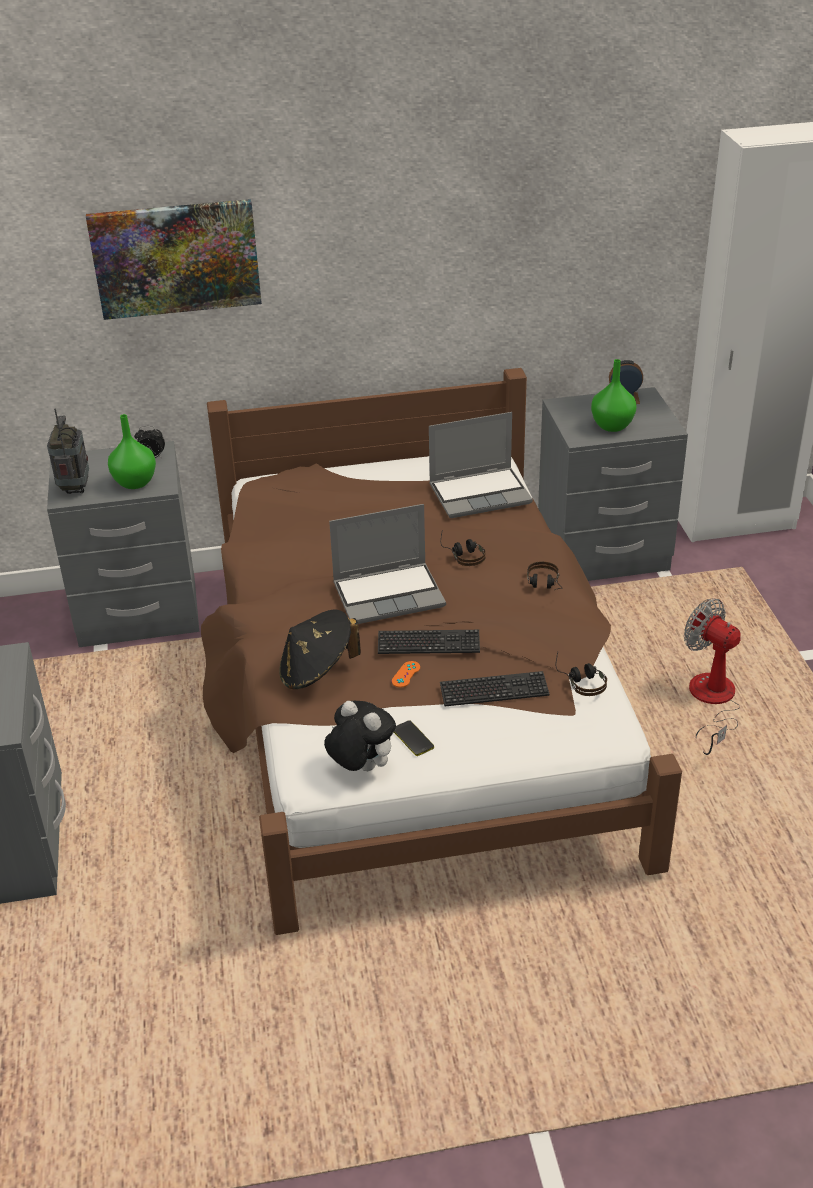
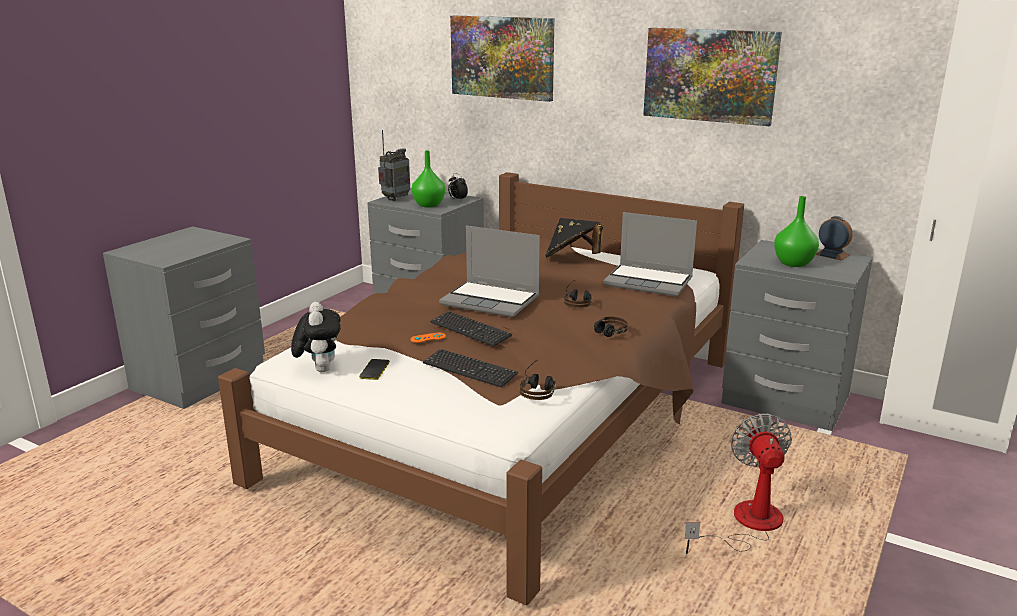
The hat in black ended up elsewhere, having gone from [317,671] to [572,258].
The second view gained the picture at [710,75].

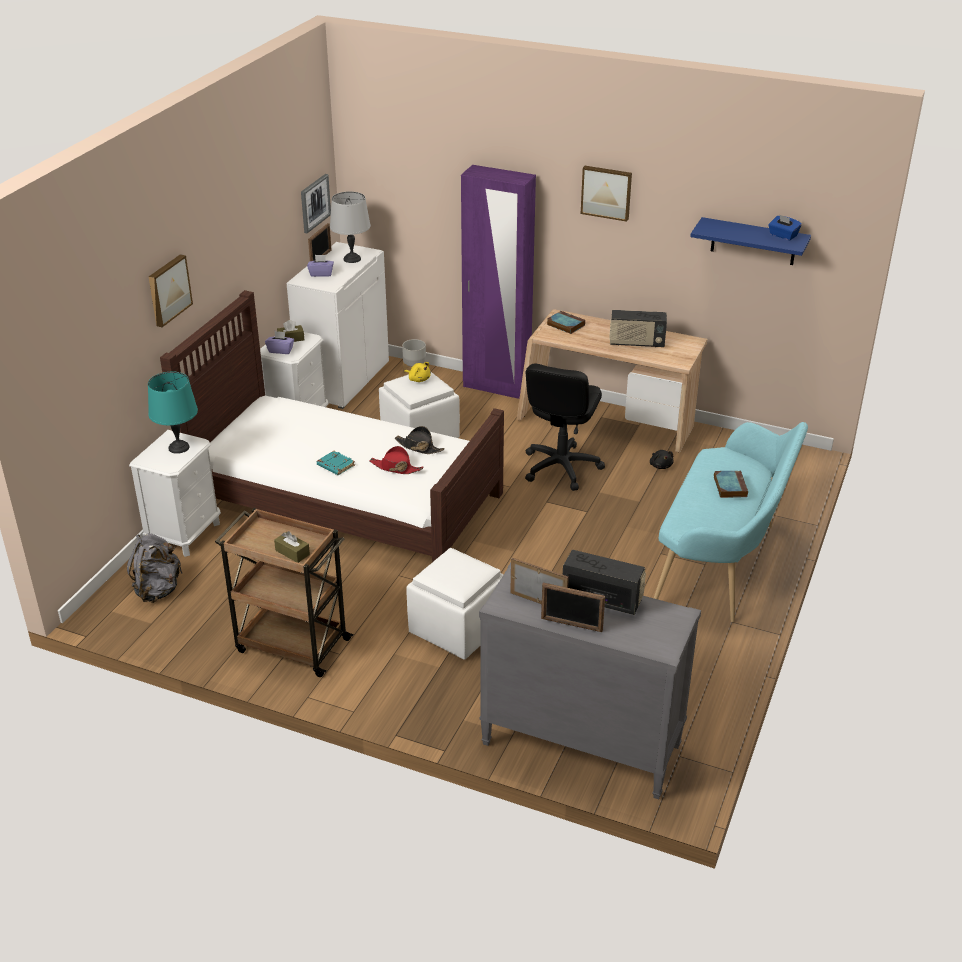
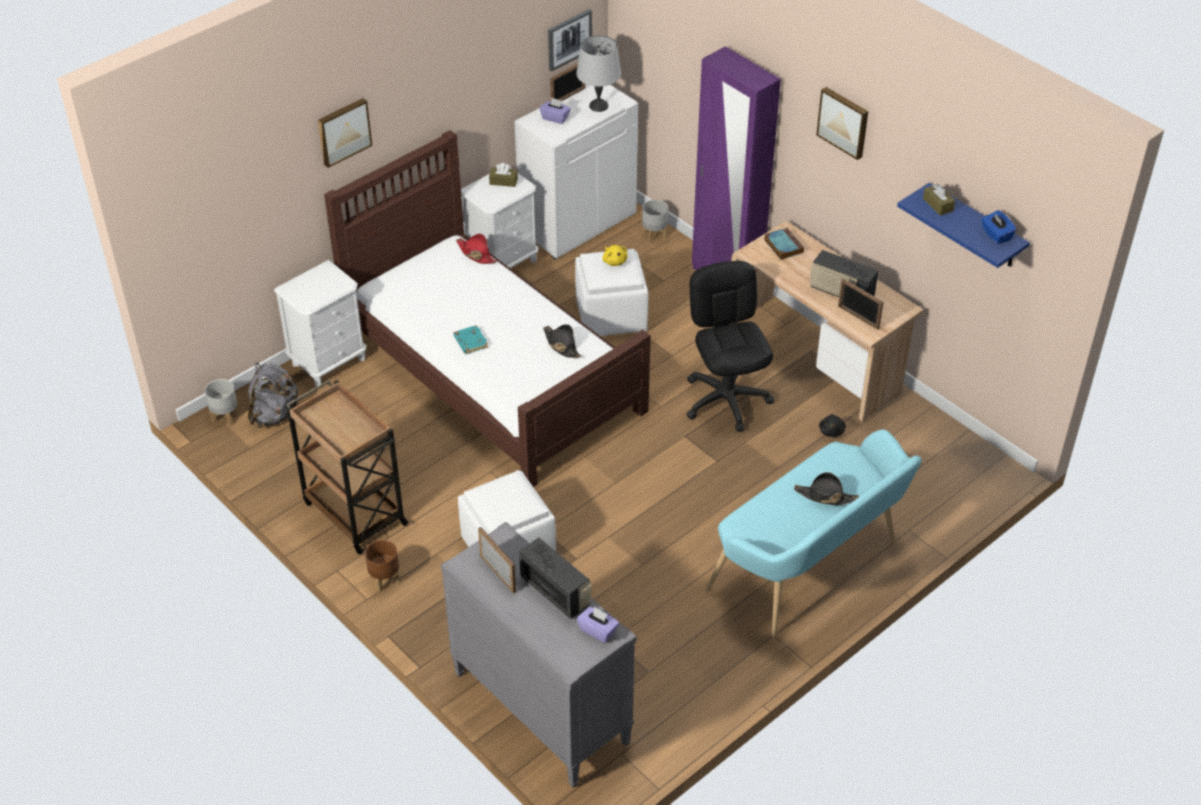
The second view gained the planter in grey at [225,417].
The second view gained the planter in brown at [385,580].
The hat in red ended up elsewhere, having gone from [396,468] to [476,254].
The tissue box in purple ended up elsewhere, having gone from [280,350] to [598,630].
The office chair in black at [561,467] ended up facing another way, 120 degrees clockwise from before.
Where the book stood at [729,486], the hat in black came to stand at [825,496].
The picture frame ended up elsewhere, having gone from [571,624] to [858,317].
The tissue box in brown ended up elsewhere, having gone from [292,552] to [938,205].
The second view lost the table lamp in turquoise at [179,447].

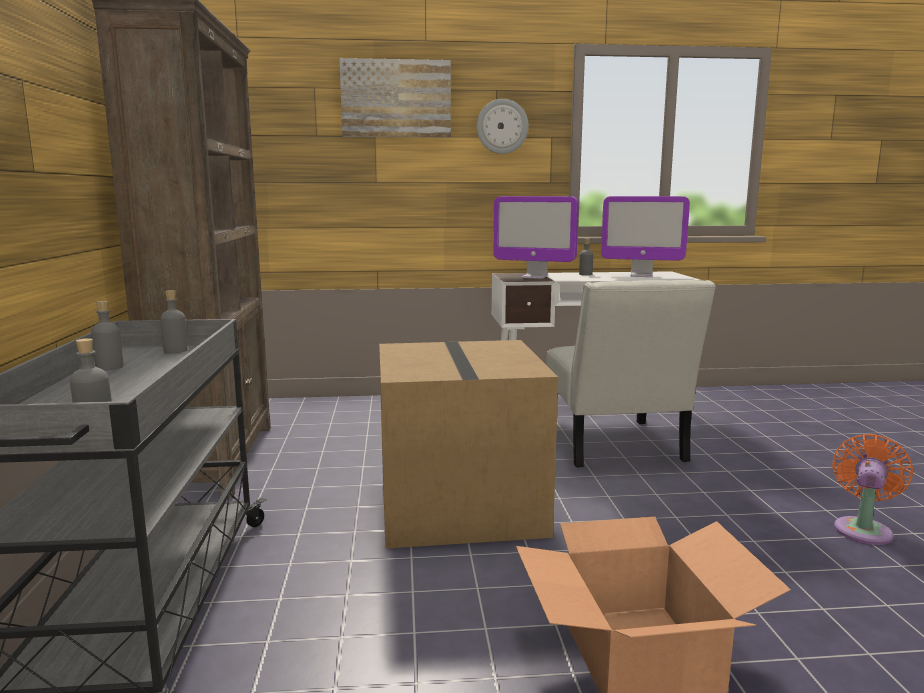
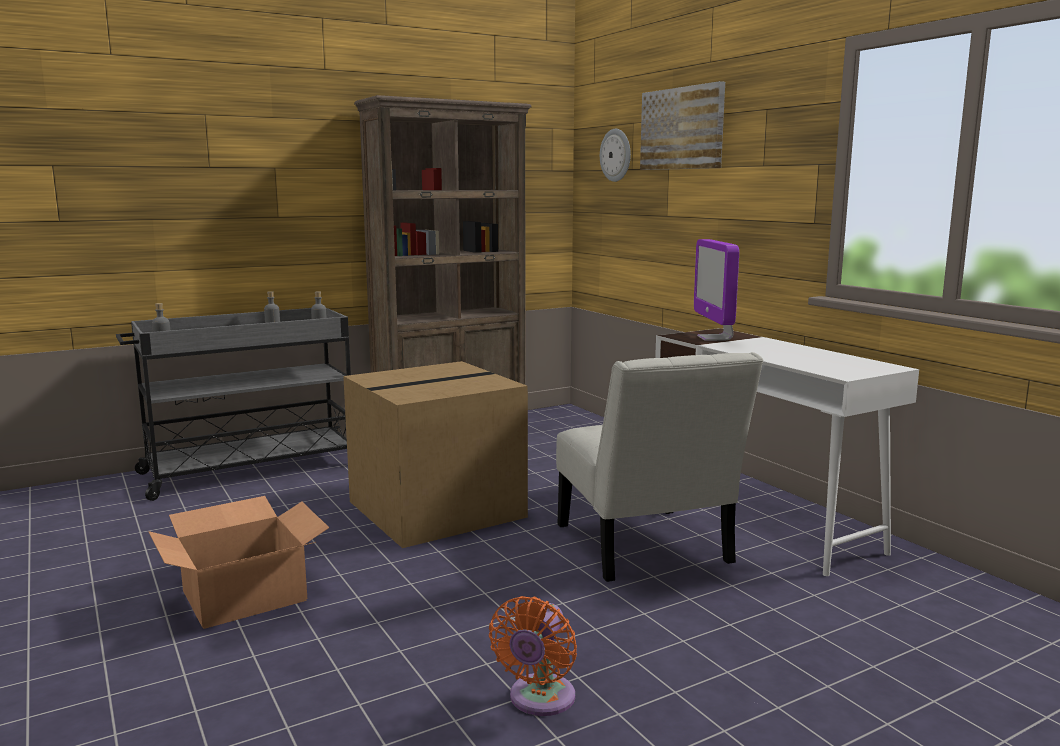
The fan in orange at [863,529] ended up facing another way, 105 degrees clockwise from before.
The chair in white at [615,447] ended up facing another way, 75 degrees counterclockwise from before.
The wall clock ended up elsewhere, having gone from [502,126] to [616,155].
The second view lost the bottle in grey at [585,274].
The second view lost the monitor at [641,275].

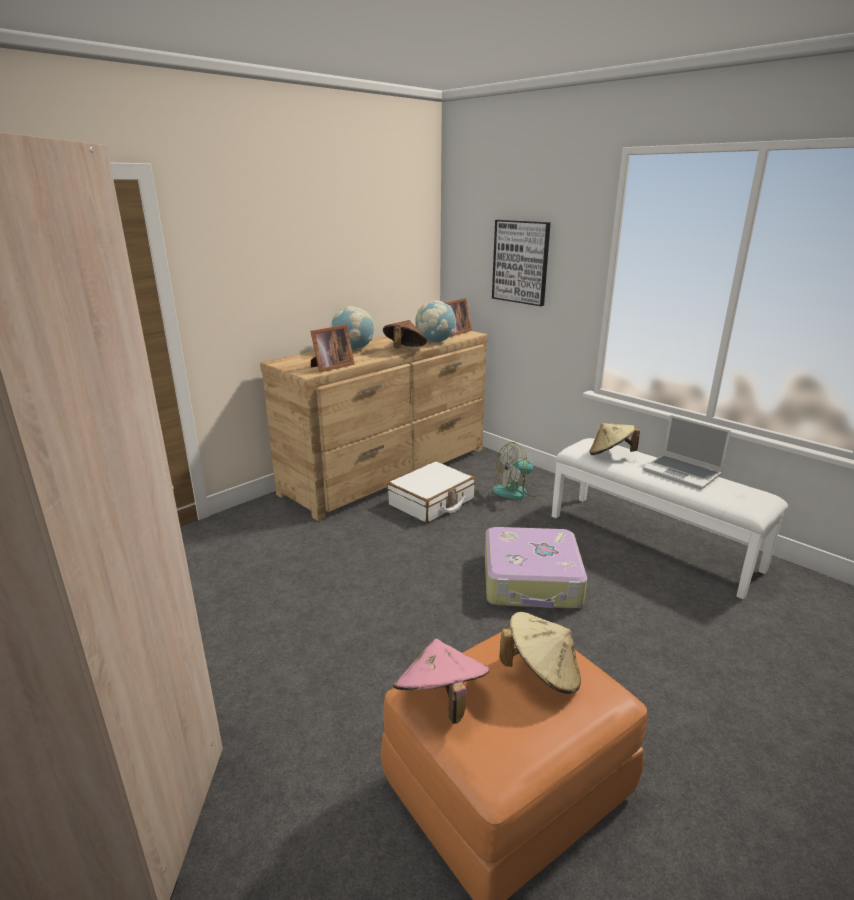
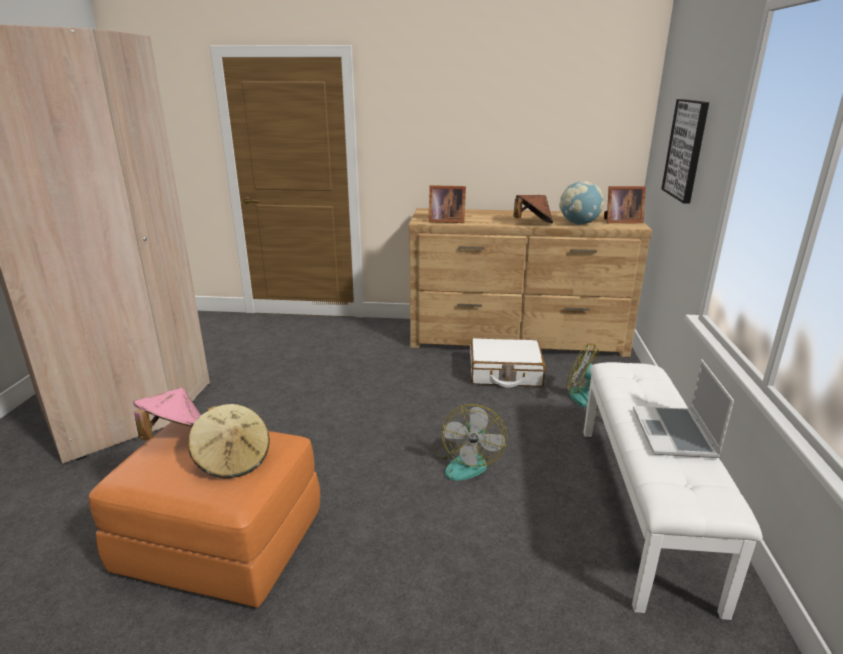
Where the suitcase stood at [532,581], the fan came to stand at [467,462].
The second view lost the globe at [353,349].
The second view lost the hat in beige at [610,454].

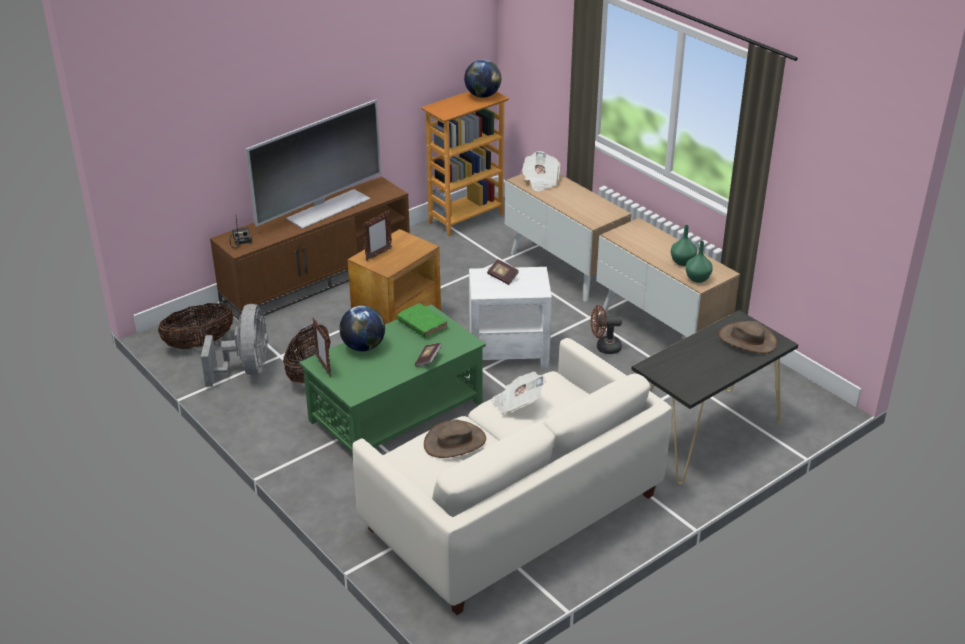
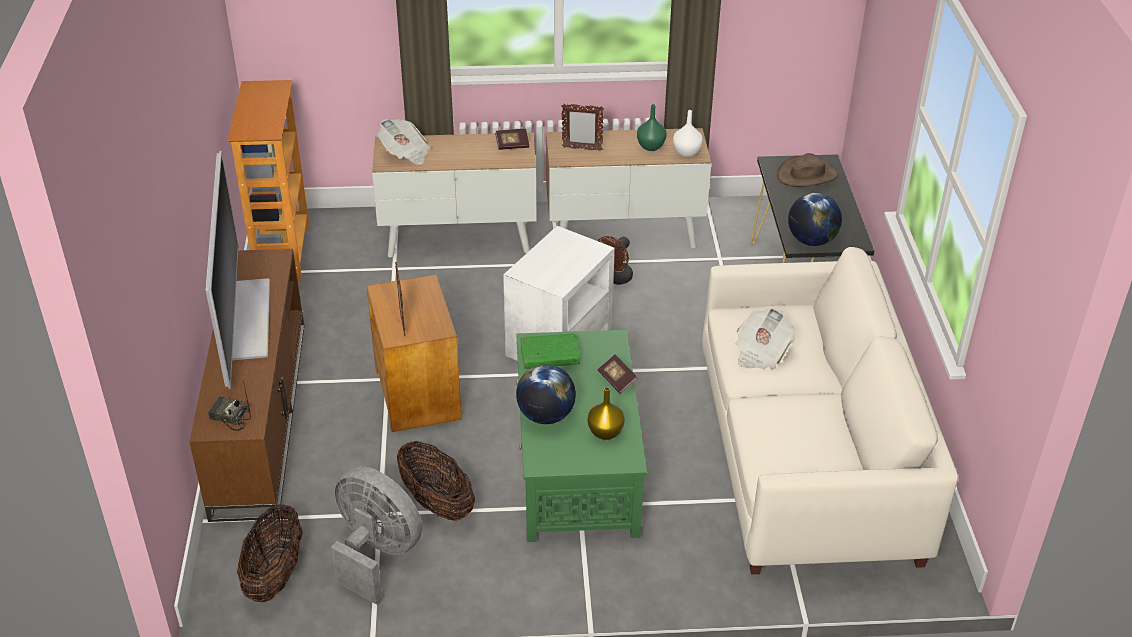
The book ended up elsewhere, having gone from [502,277] to [512,145].
The picture frame ended up elsewhere, having gone from [323,366] to [581,149].
The second view gained the vase in yellow at [604,433].
What was the vase in green at [697,279] turned into the vase in white at [687,153].
The globe ended up elsewhere, having gone from [482,96] to [811,240].
The second view lost the hat in brown at [455,442].

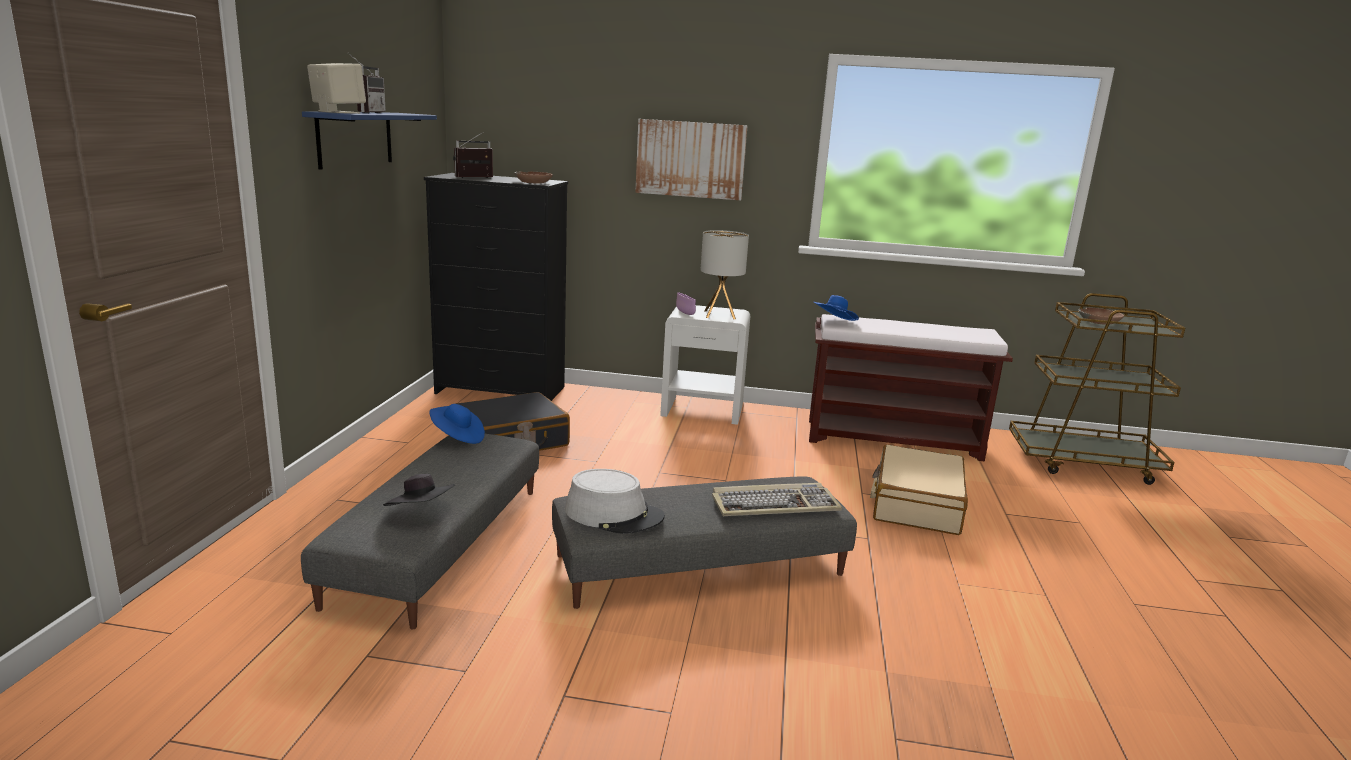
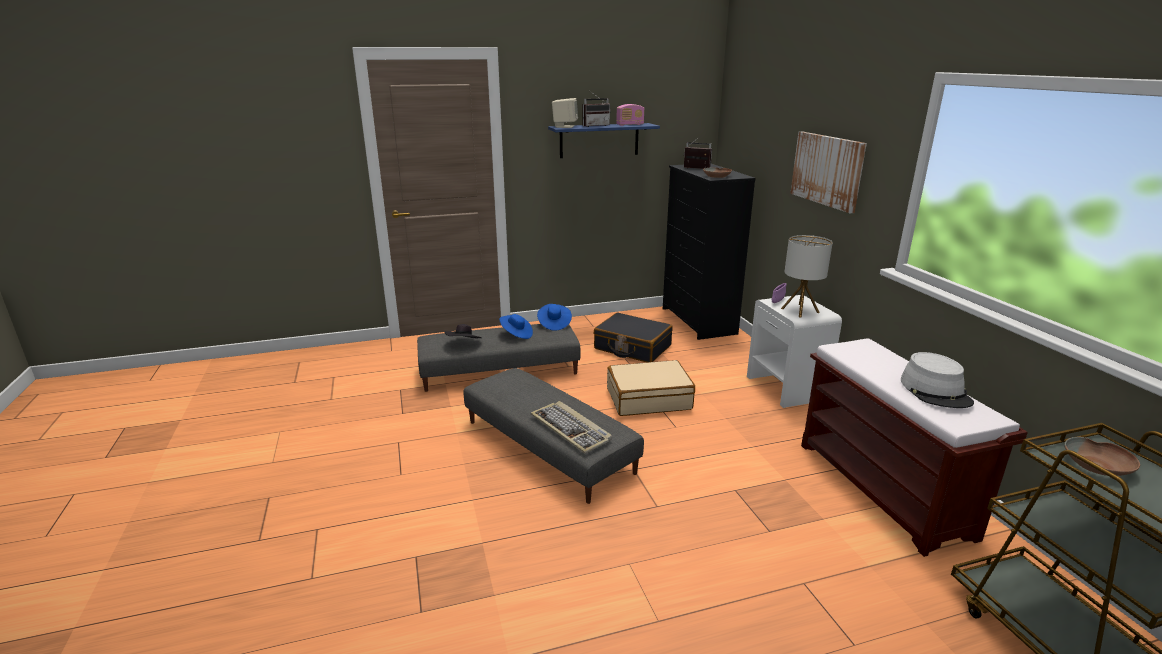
The hat in blue ended up elsewhere, having gone from [834,322] to [516,334].
The suitcase in beige ended up elsewhere, having gone from [916,504] to [648,398].
The second view gained the radio at [630,125].
The hat in grey ended up elsewhere, having gone from [614,514] to [935,391].

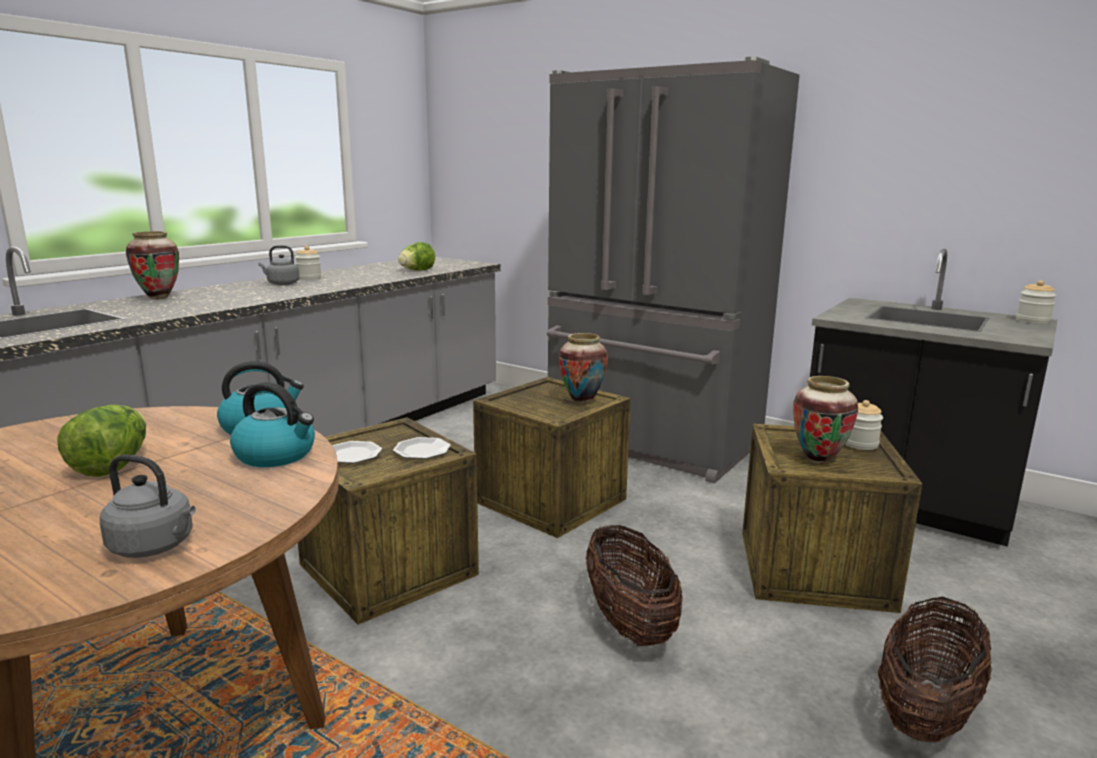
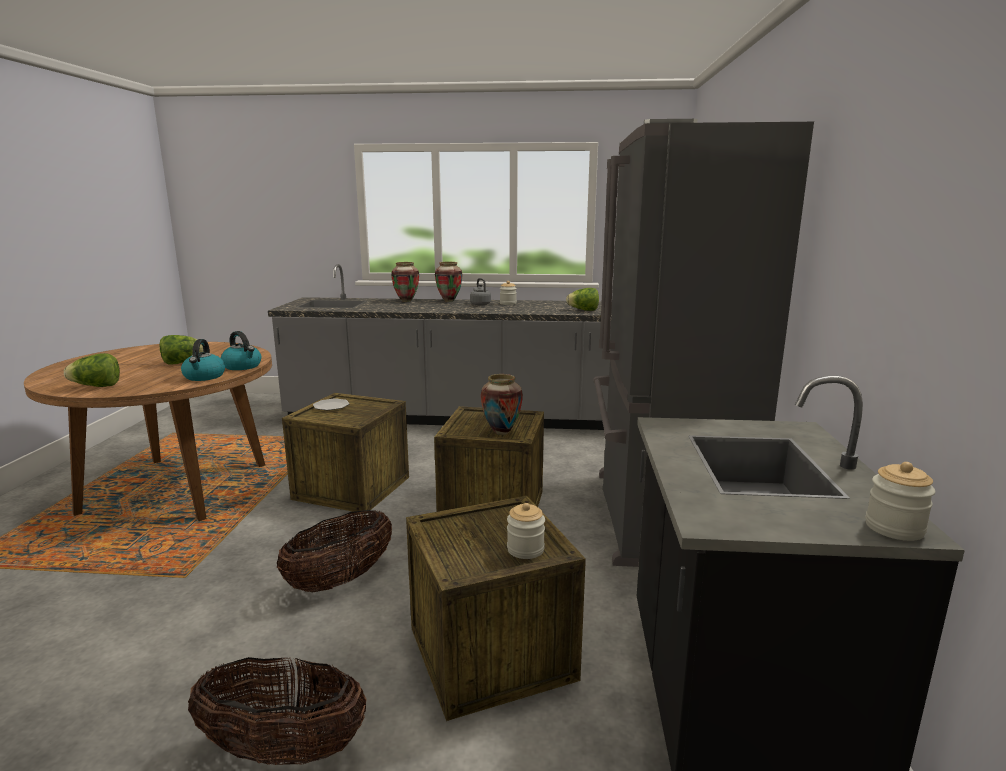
Where the kettle in grey stood at [155,546], the lettuce came to stand at [97,386].
The vase ended up elsewhere, having gone from [818,460] to [449,301].
The second view lost the plate at [422,450].

